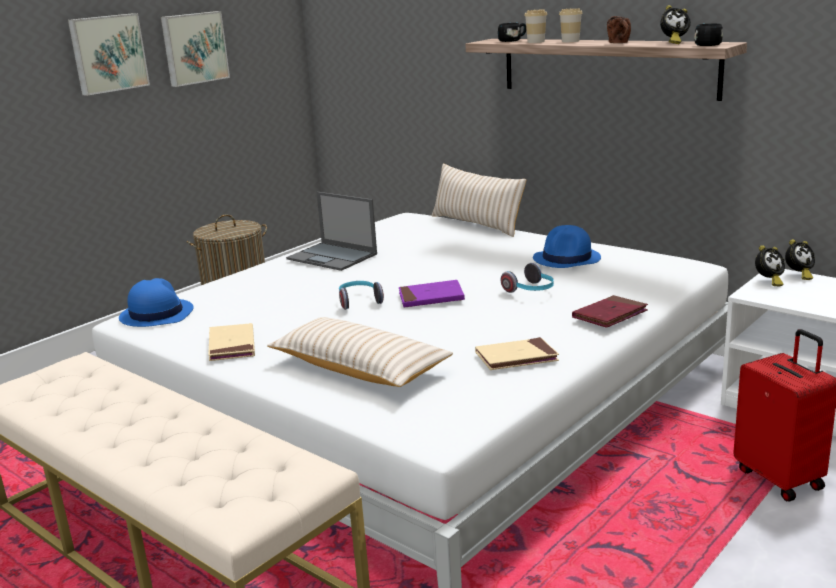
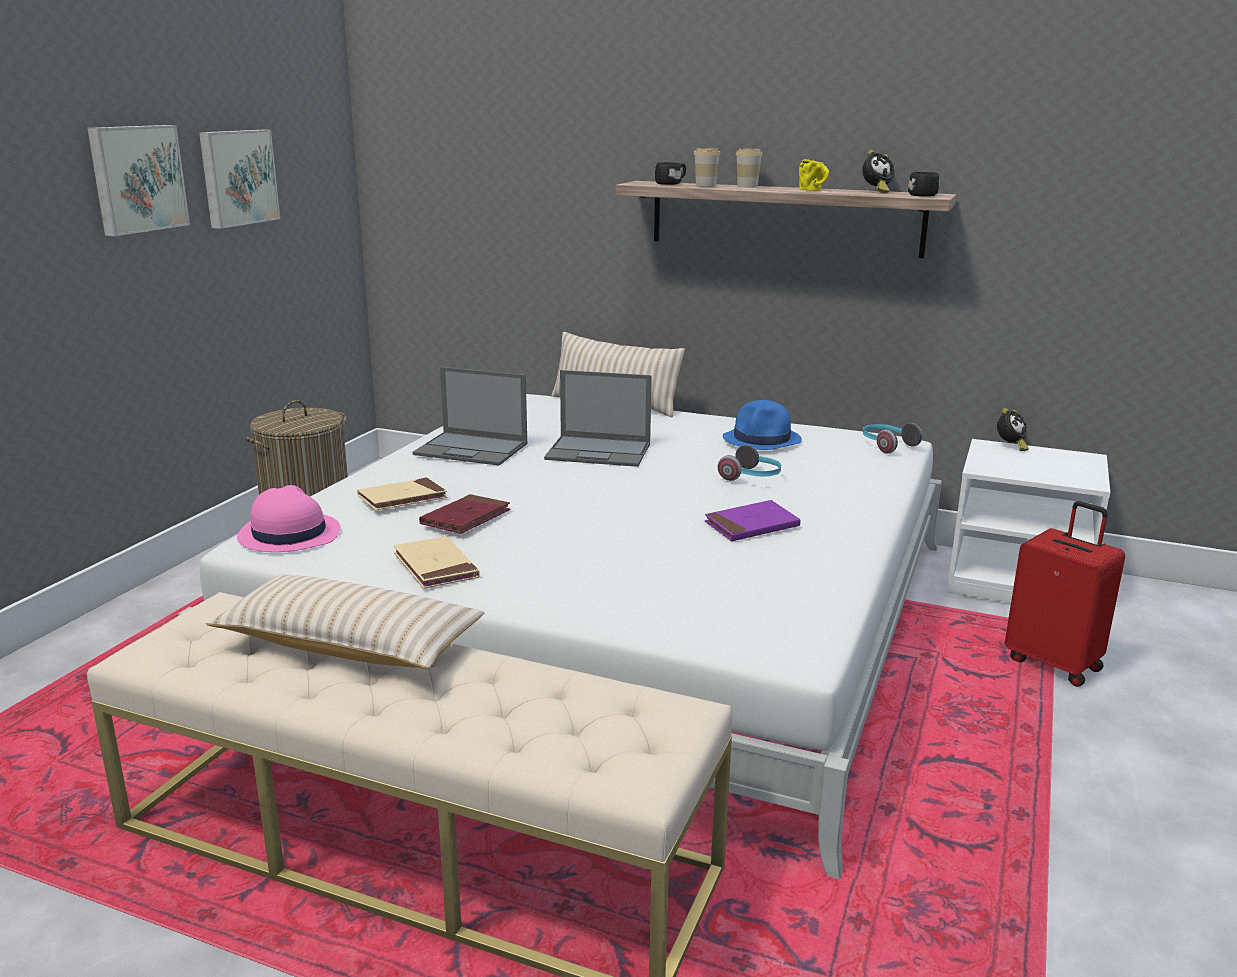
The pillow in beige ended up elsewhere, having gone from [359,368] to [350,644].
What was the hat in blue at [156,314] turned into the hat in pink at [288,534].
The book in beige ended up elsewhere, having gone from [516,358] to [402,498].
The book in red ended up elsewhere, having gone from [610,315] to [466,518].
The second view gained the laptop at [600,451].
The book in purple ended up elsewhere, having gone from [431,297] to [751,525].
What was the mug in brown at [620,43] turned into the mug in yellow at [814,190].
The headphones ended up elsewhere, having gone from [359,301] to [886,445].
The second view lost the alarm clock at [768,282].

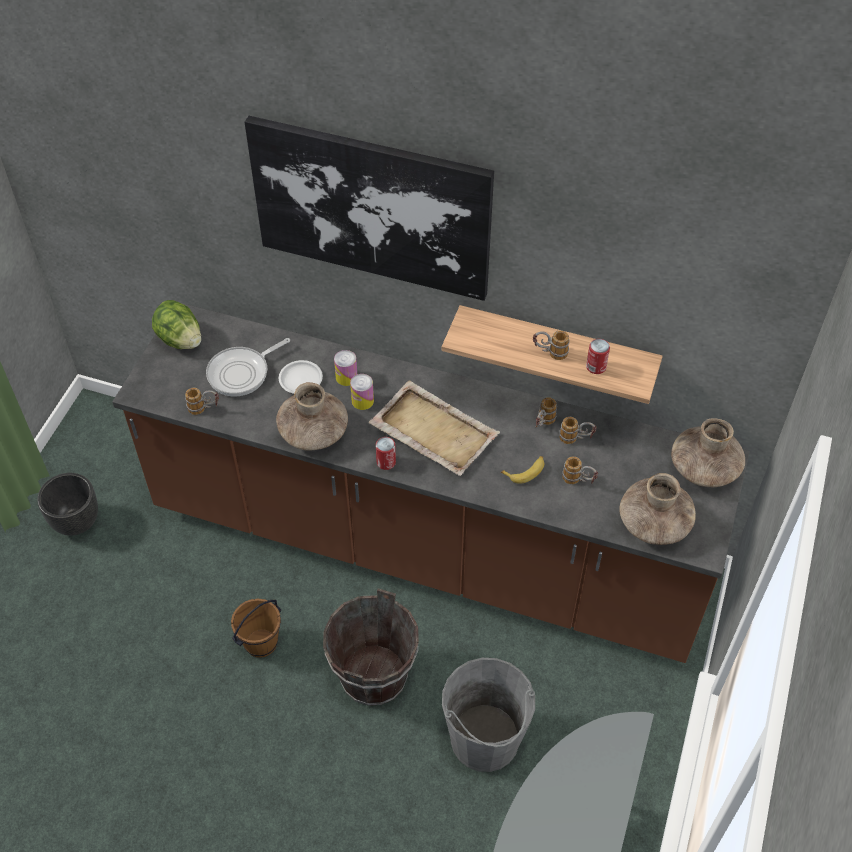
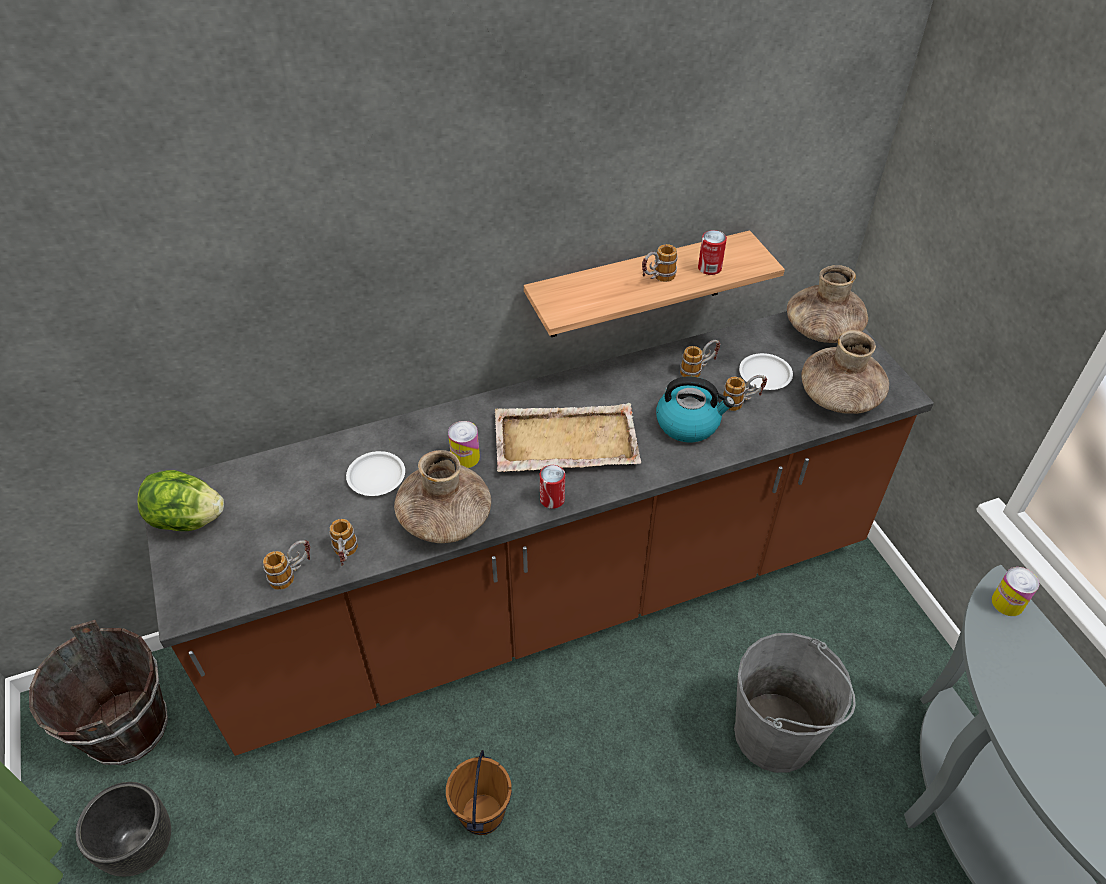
The bucket in brown ended up elsewhere, having gone from [374,676] to [128,728].
The mug ended up elsewhere, having gone from [543,423] to [346,556].
Where the banana stood at [525,471], the kettle came to stand at [688,423].
The second view gained the plate in white at [765,375].
The can ended up elsewhere, having gone from [346,377] to [1007,603].
The second view lost the frying pan at [242,373].
The second view lost the picture at [371,207].

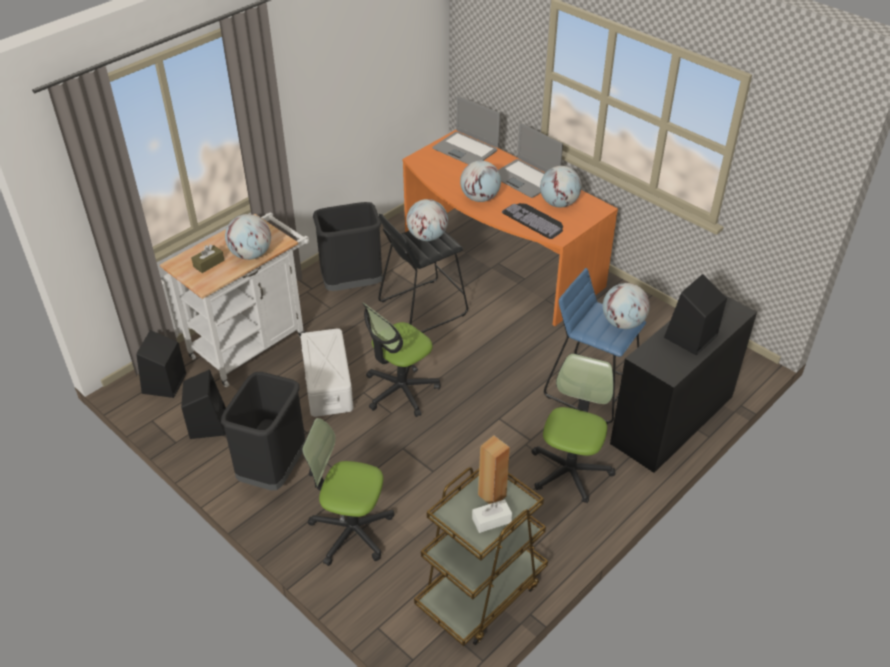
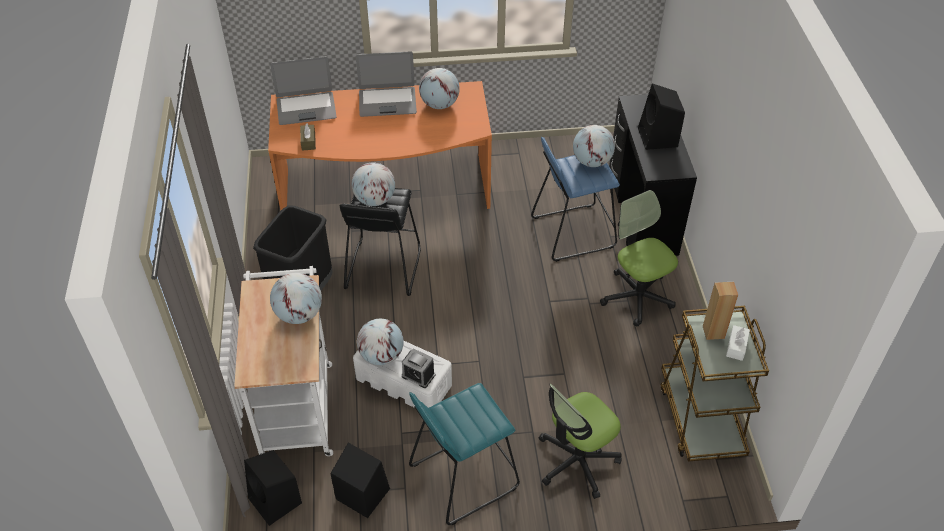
The tissue box in brown ended up elsewhere, having gone from [209,263] to [308,141].
The globe ended up elsewhere, having gone from [480,198] to [381,355].
The second view gained the alarm clock at [418,375].
Where the trash can in black stood at [273,469], the stool in turquoise came to stand at [463,476].
The second view lost the office chair at [400,390].
The second view lost the keyboard at [535,220].

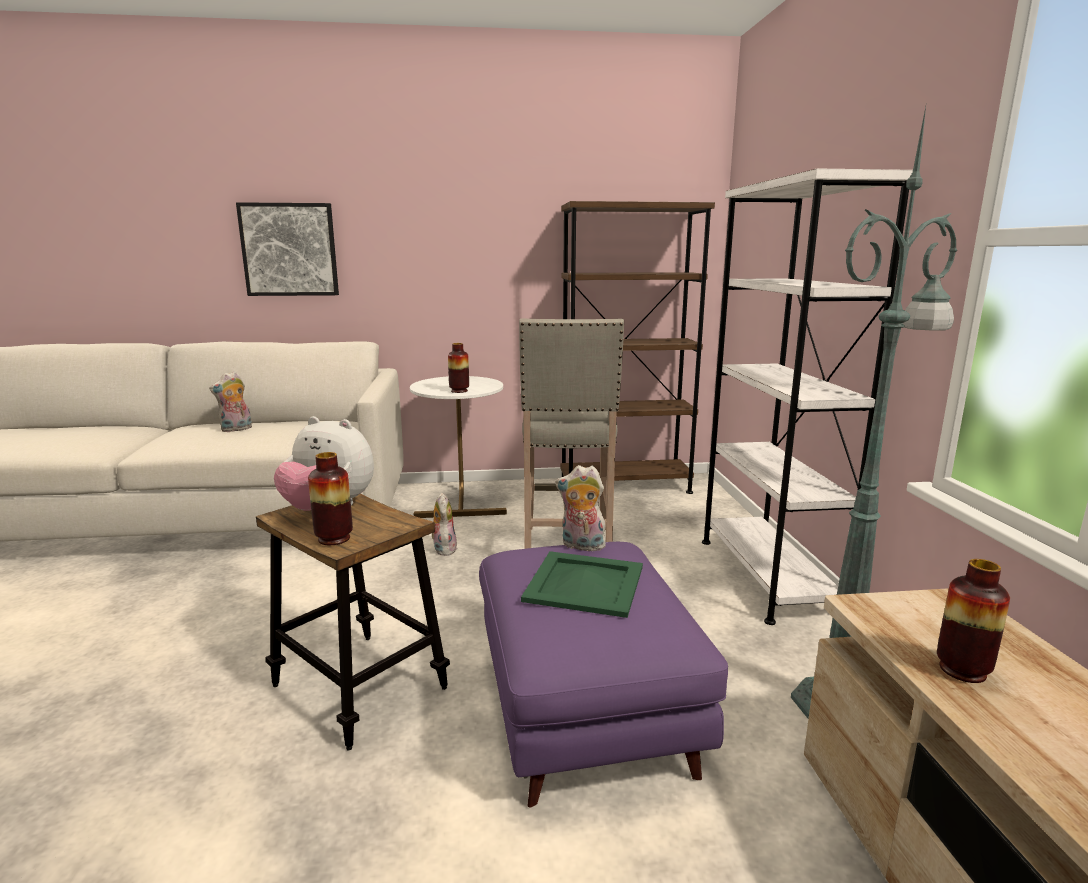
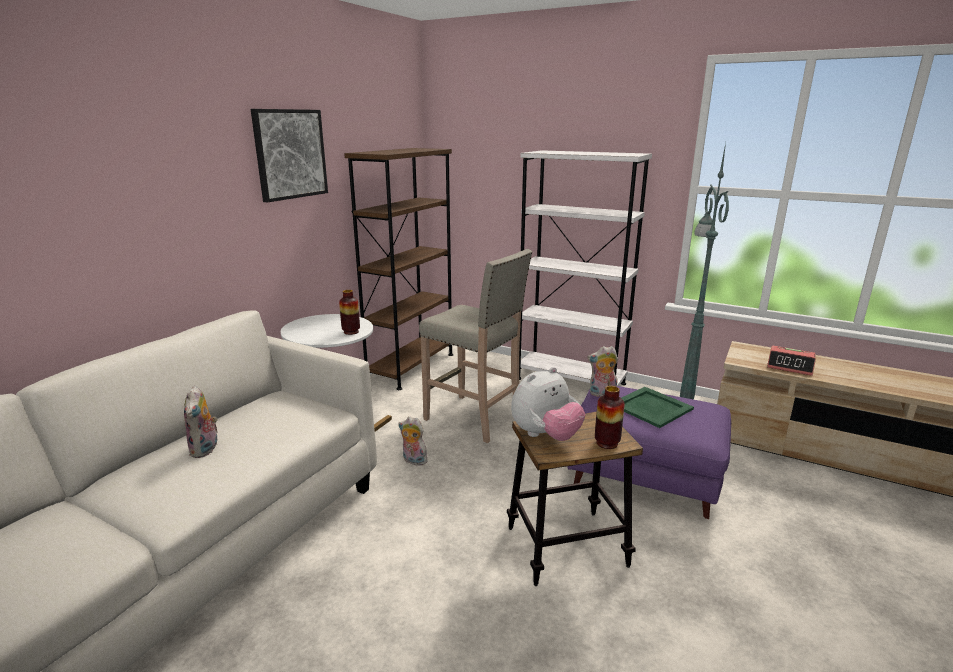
The picture ended up elsewhere, having gone from [289,250] to [290,154].
The plush toy at [581,546] ended up facing another way, 45 degrees clockwise from before.
Where the vase stood at [962,670], the alarm clock came to stand at [790,366].

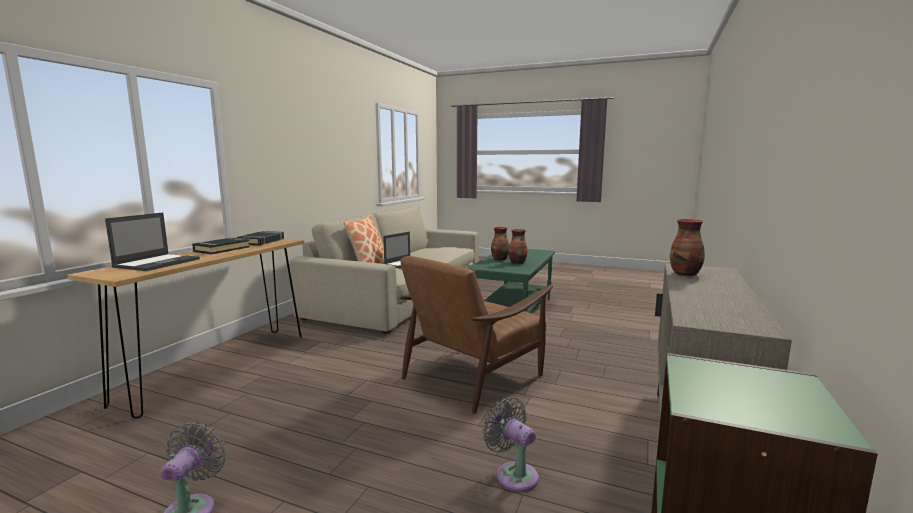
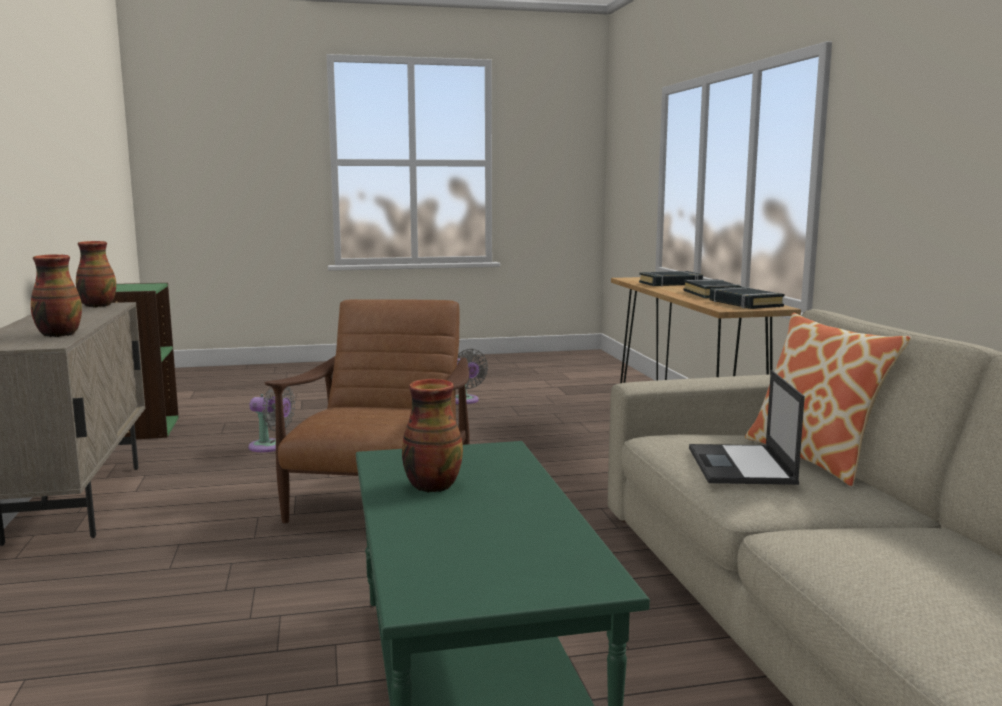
The vase ended up elsewhere, having gone from [500,259] to [97,306].
Where the laptop stood at [158,263], the book in black came to stand at [671,283].

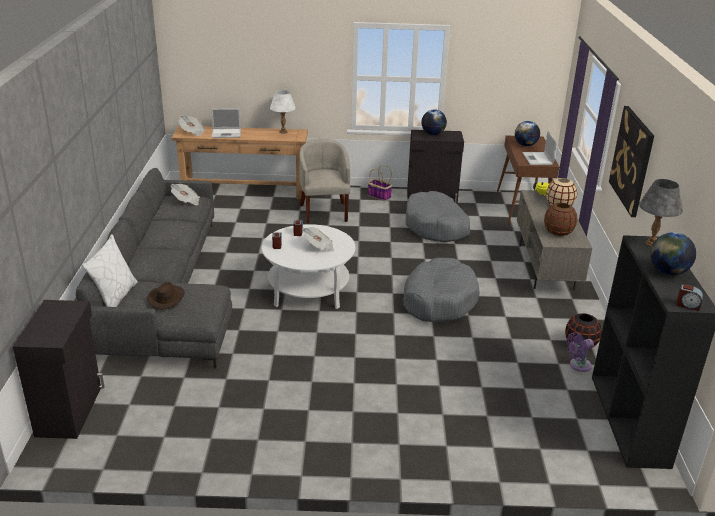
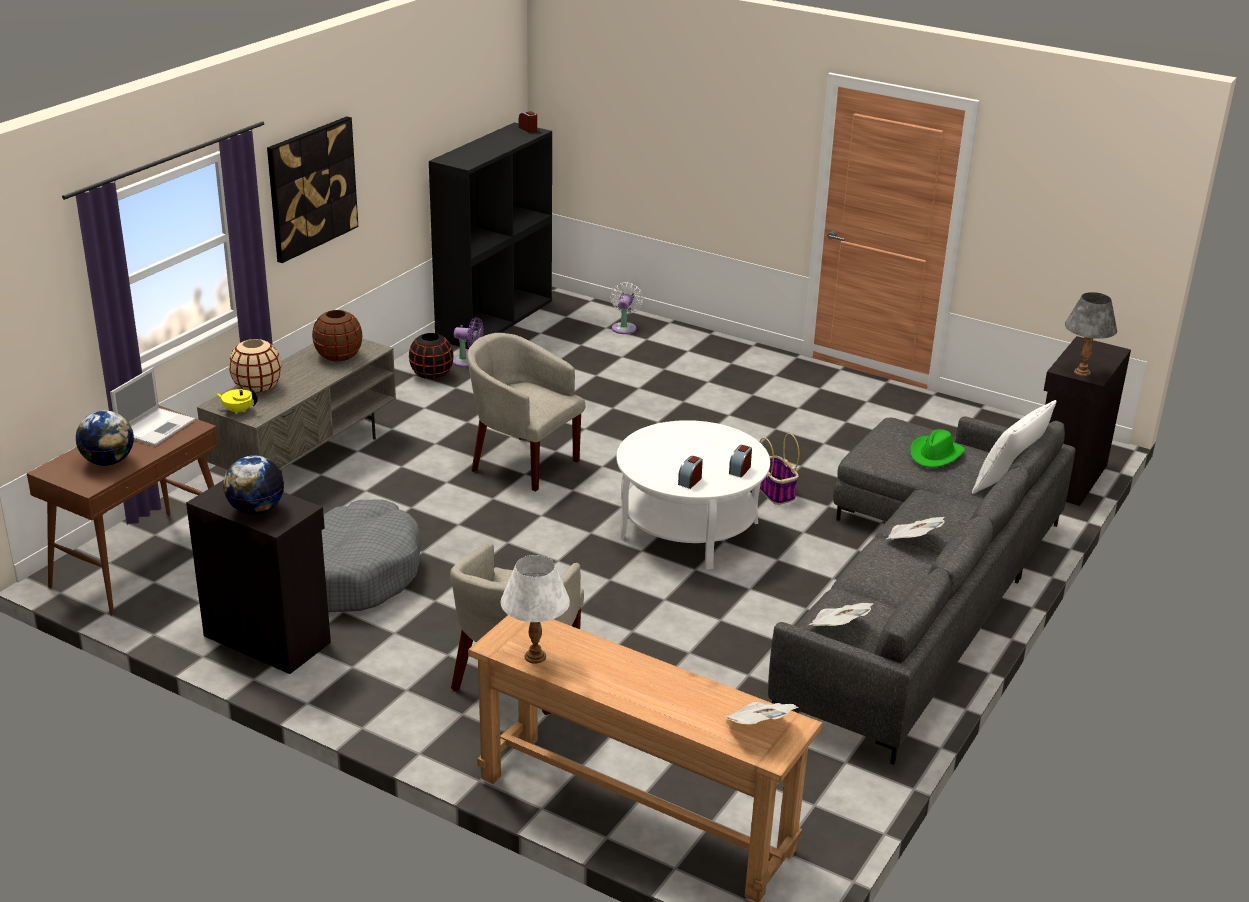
Where the dog bed in grey stood at [439,300], the armchair in beige came to stand at [522,462].
The second view gained the fan in white at [624,327].
The basket ended up elsewhere, having gone from [378,196] to [776,492].
The newspaper ended up elsewhere, having gone from [319,247] to [912,540].
What was the hat in brown at [166,298] turned into the hat in green at [936,454].
The table lamp in grey ended up elsewhere, having gone from [651,244] to [1082,372].
The second view lost the laptop at [227,133].
The second view lost the globe at [667,272].

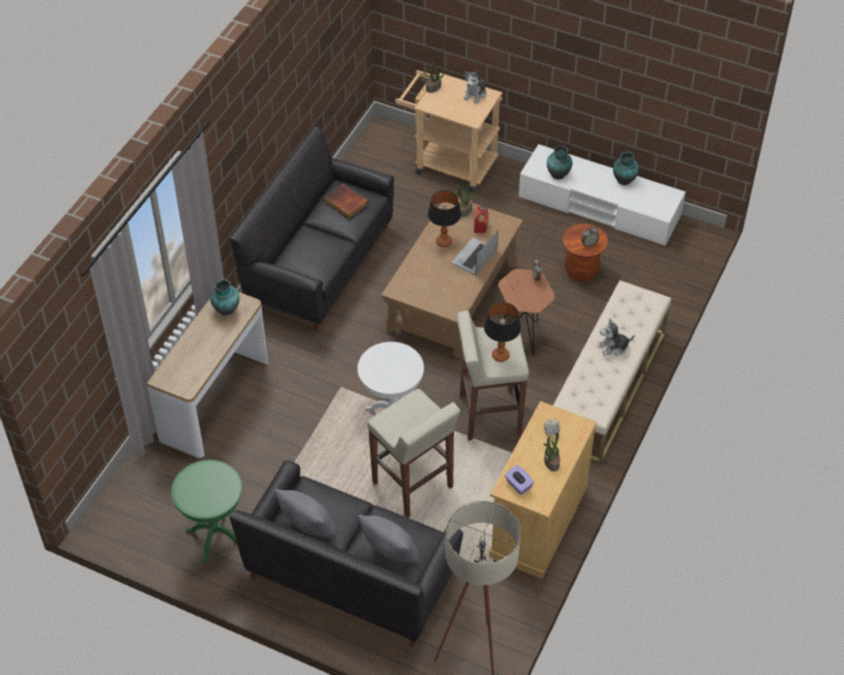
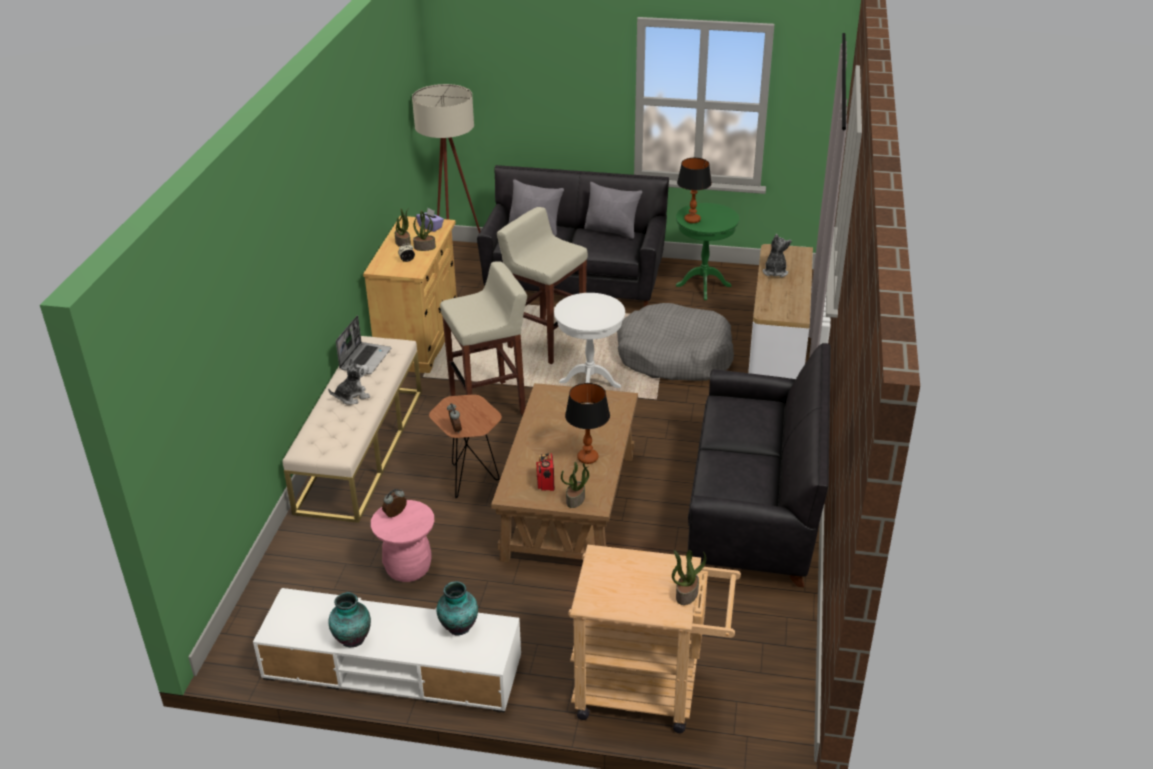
The laptop ended up elsewhere, having gone from [475,258] to [365,359].
What was the stool in brown at [581,271] turned into the stool in pink at [408,568].
The second view gained the potted plant at [425,247].
The second view gained the dog bed in grey at [674,356].
The table lamp ended up elsewhere, having gone from [500,356] to [692,220].
The plush toy ended up elsewhere, having gone from [475,94] to [775,272].
The second view lost the vase at [226,310].
The second view lost the book at [345,203].

